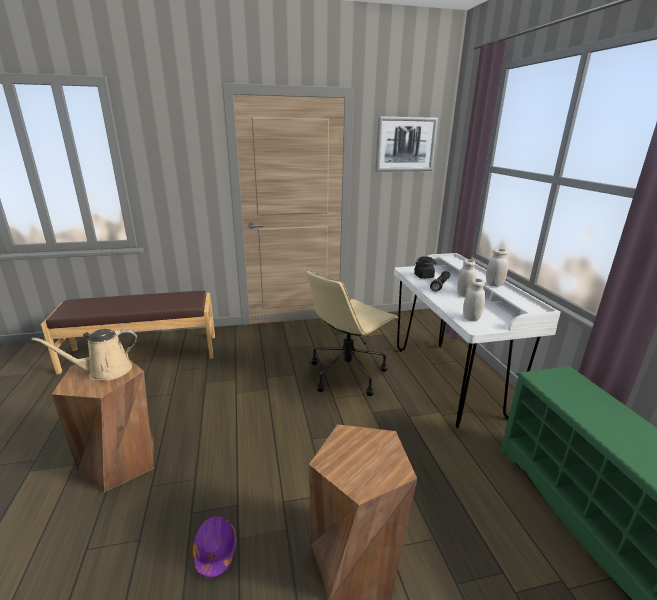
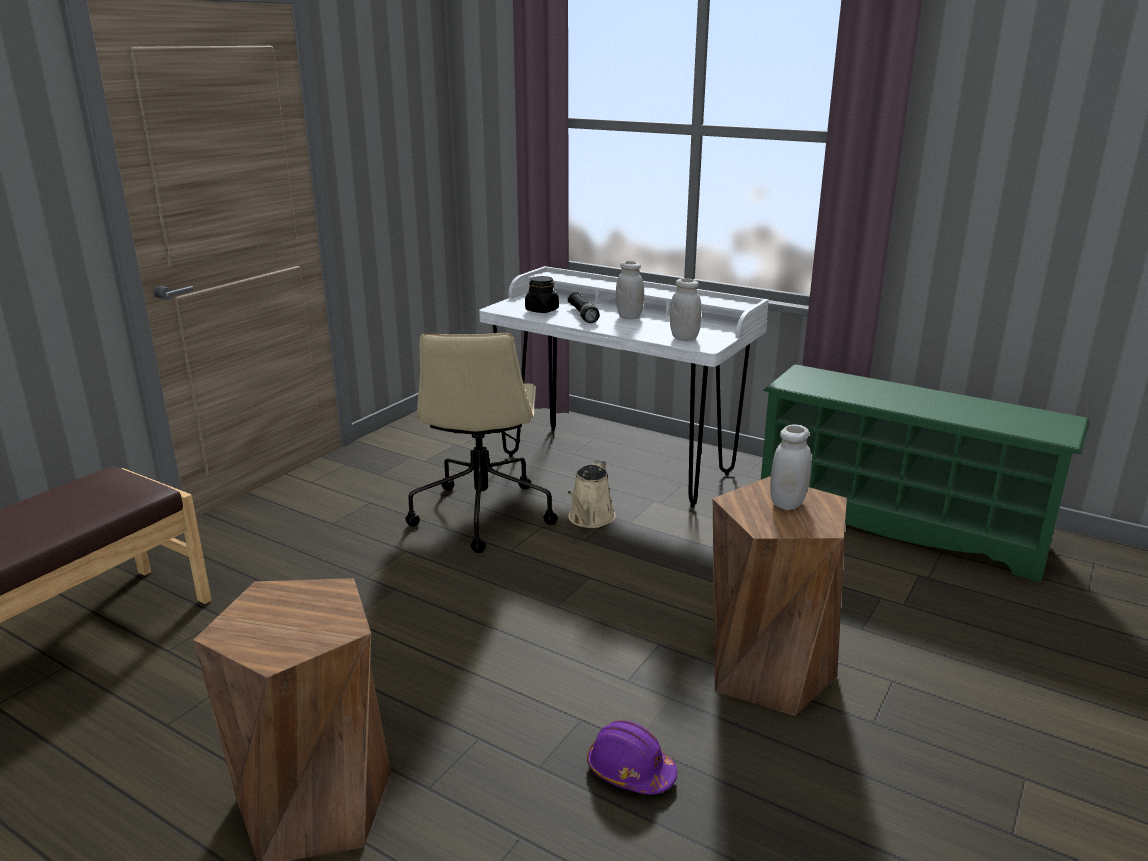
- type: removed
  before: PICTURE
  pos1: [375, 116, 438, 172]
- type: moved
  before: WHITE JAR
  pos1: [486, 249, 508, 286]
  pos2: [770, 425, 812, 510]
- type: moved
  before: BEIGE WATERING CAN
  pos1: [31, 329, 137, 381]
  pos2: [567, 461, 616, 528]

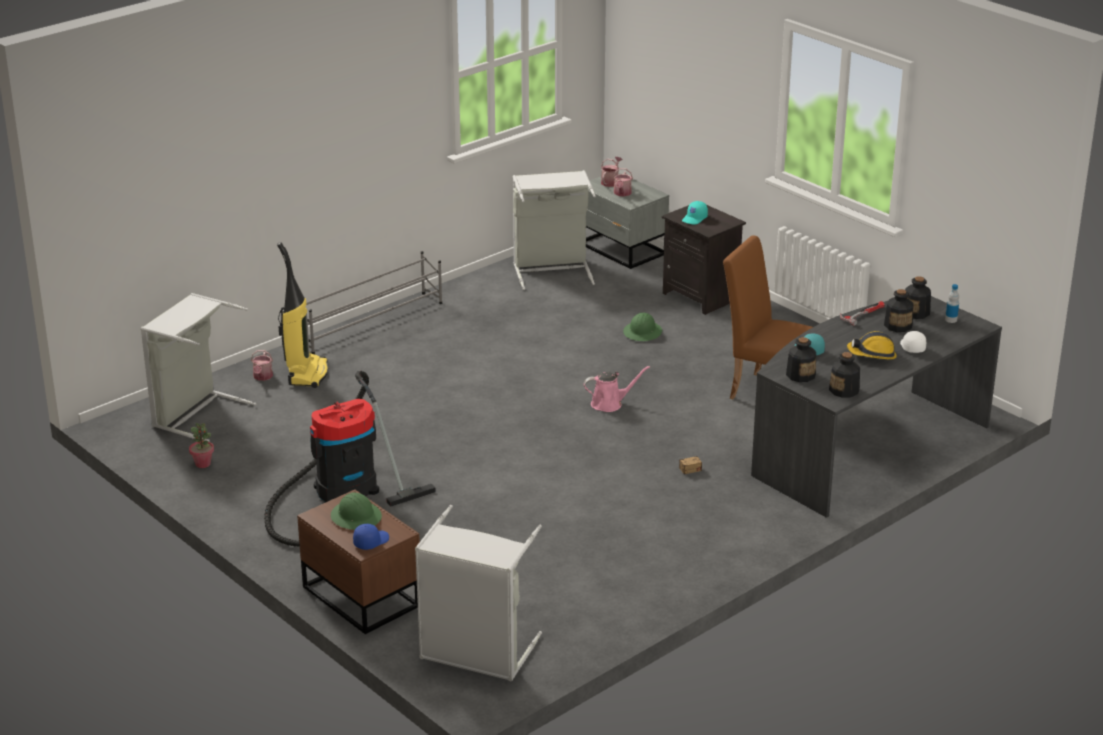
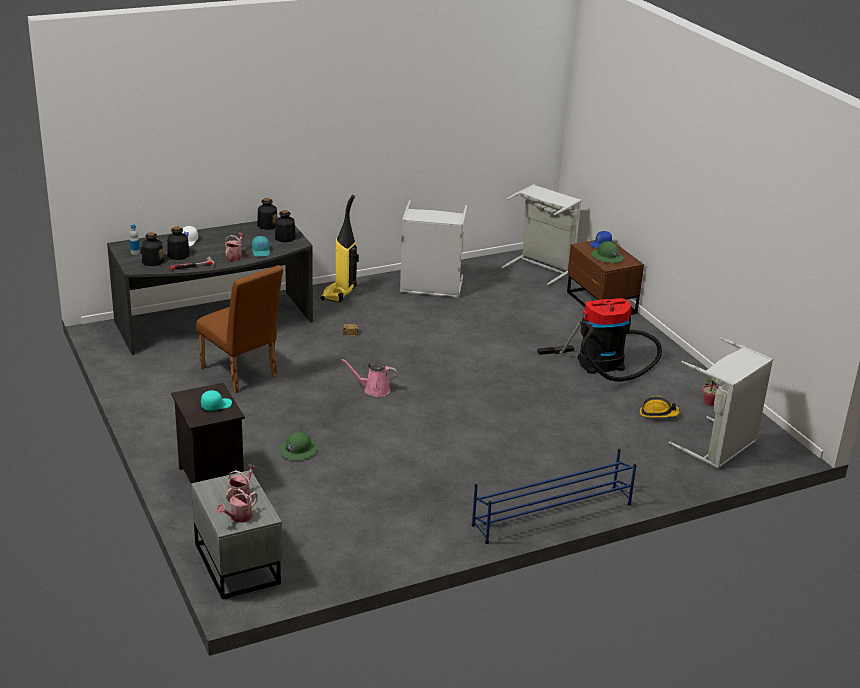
- type: moved
  before: GREY LAUNDRY BASKET
  pos1: [513, 170, 596, 290]
  pos2: [400, 200, 467, 298]
- type: moved
  before: VACUUM CLEANER
  pos1: [277, 242, 328, 388]
  pos2: [320, 195, 359, 303]
- type: recoloured
  before: GREY SHOE RACK
  after: BLUE SHOE RACK
  pos1: [306, 251, 442, 354]
  pos2: [472, 448, 637, 544]
- type: moved
  before: HARD HAT
  pos1: [847, 331, 897, 359]
  pos2: [640, 396, 680, 418]
- type: moved
  before: WATERING CAN
  pos1: [251, 350, 273, 381]
  pos2: [225, 233, 245, 261]

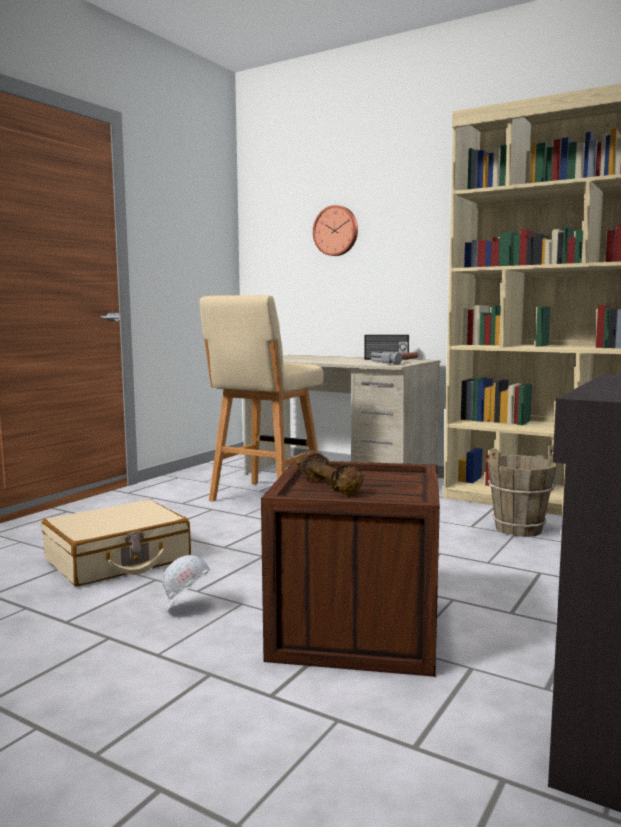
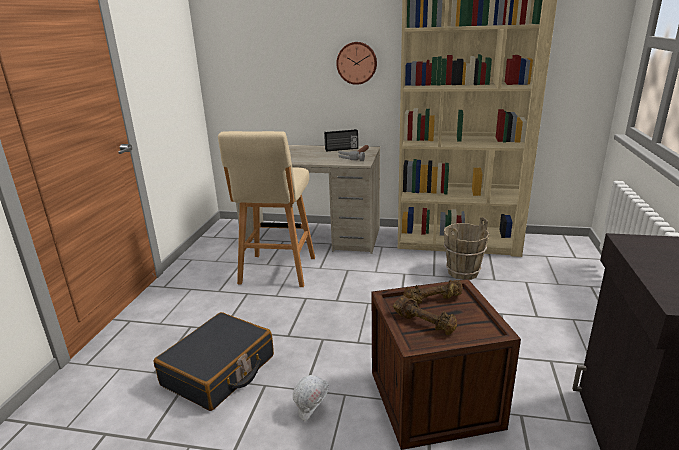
- type: moved
  before: WALL CLOCK
  pos1: [313, 205, 358, 256]
  pos2: [336, 42, 377, 85]
- type: recoloured
  before: BEIGE SUITCASE
  after: BLACK SUITCASE
  pos1: [42, 500, 191, 586]
  pos2: [154, 312, 274, 411]
- type: added
  after: BROWN DUMBBELL
  pos2: [403, 280, 463, 304]

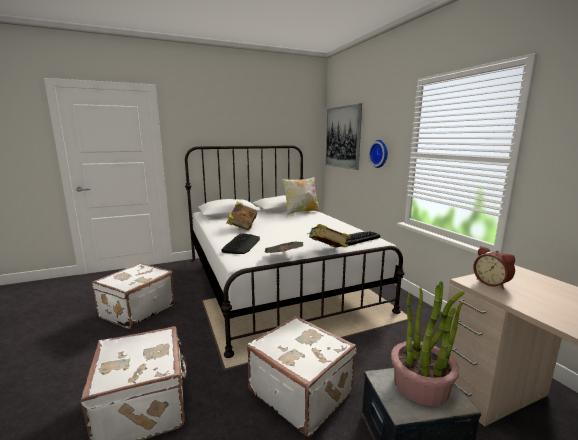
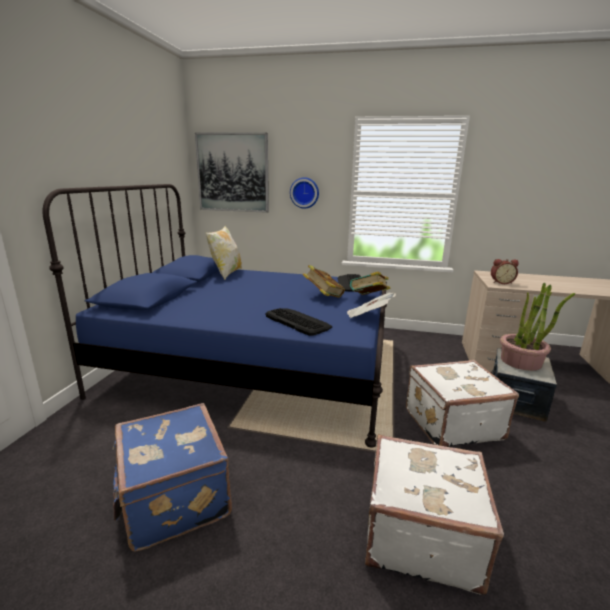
- type: recoloured
  before: WHITE BED
  after: BLUE BED
  pos1: [185, 146, 404, 358]
  pos2: [42, 184, 387, 448]
- type: moved
  before: BOOK
  pos1: [226, 202, 257, 230]
  pos2: [303, 265, 345, 298]
- type: recoloured
  before: WHITE SUITCASE
  after: BLUE SUITCASE
  pos1: [92, 263, 175, 329]
  pos2: [112, 403, 232, 551]

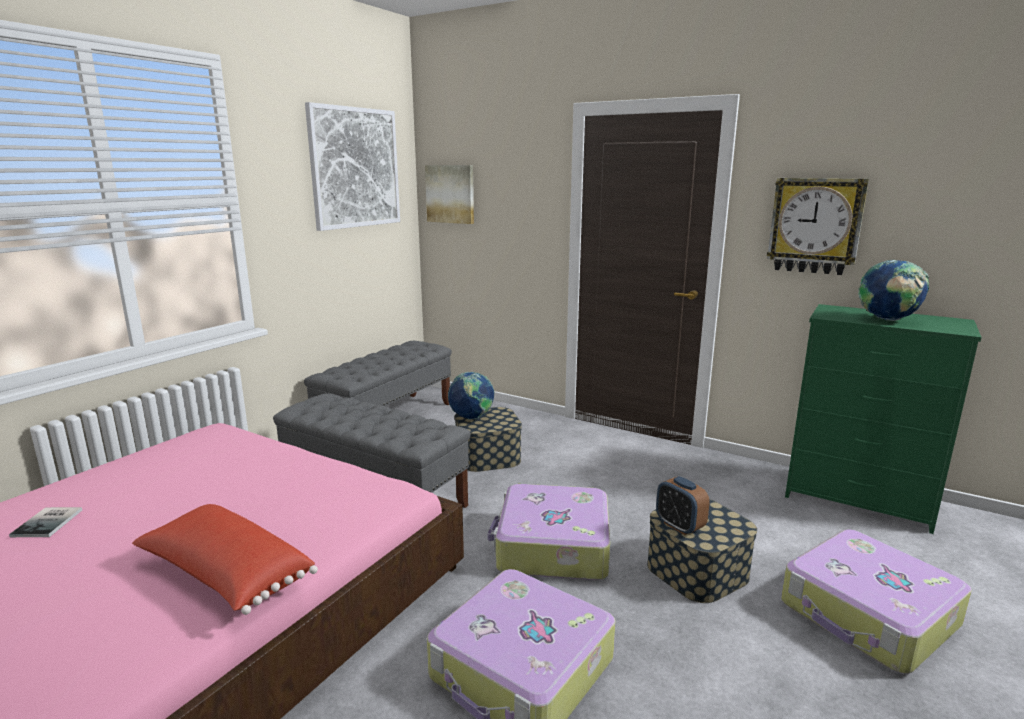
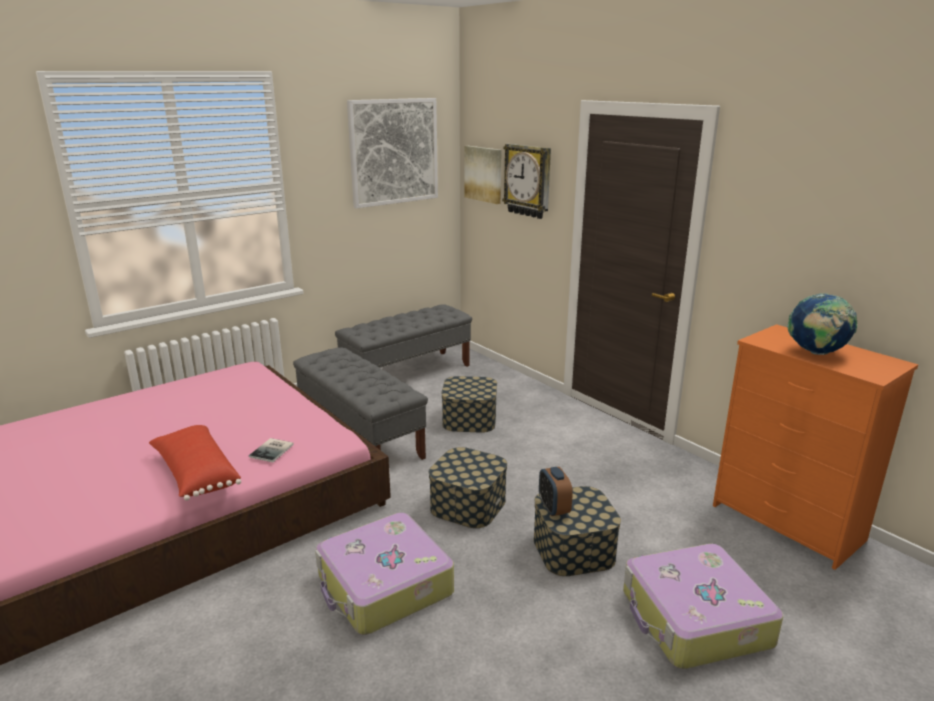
- type: moved
  before: WALL CLOCK
  pos1: [767, 178, 869, 275]
  pos2: [502, 144, 551, 219]
- type: recoloured
  before: GREEN DRESSER
  after: ORANGE DRESSER
  pos1: [785, 304, 982, 534]
  pos2: [713, 324, 918, 570]
- type: removed
  before: GLOBE
  pos1: [448, 372, 495, 420]
- type: replaced
  before: SUITCASE
  after: STORAGE BOX
  pos1: [488, 484, 610, 580]
  pos2: [429, 447, 507, 528]
- type: moved
  before: BOOK
  pos1: [9, 507, 82, 537]
  pos2: [249, 438, 294, 462]

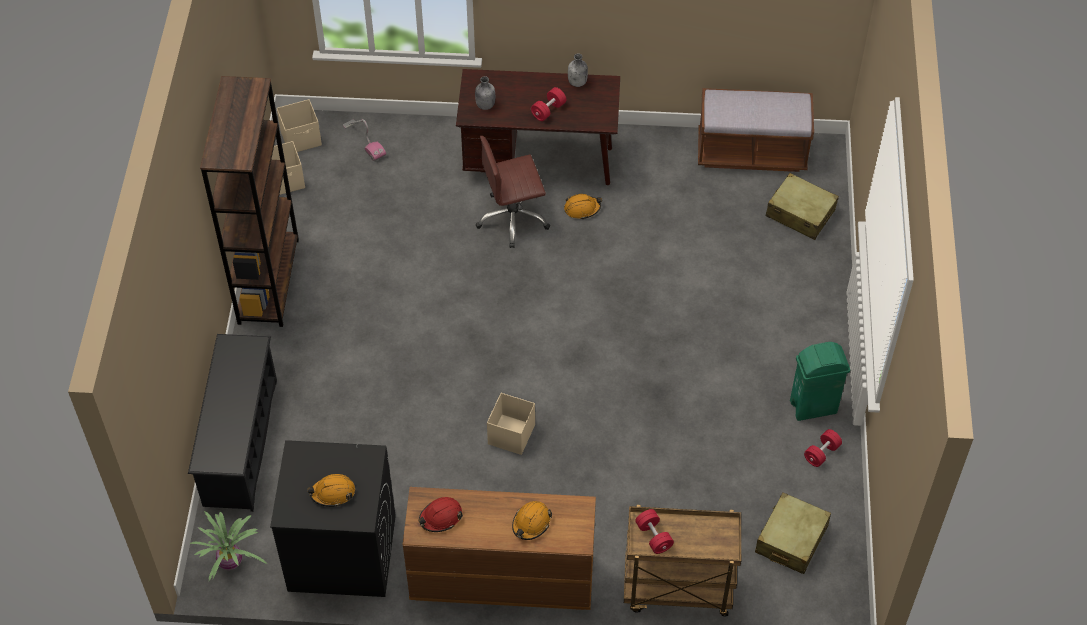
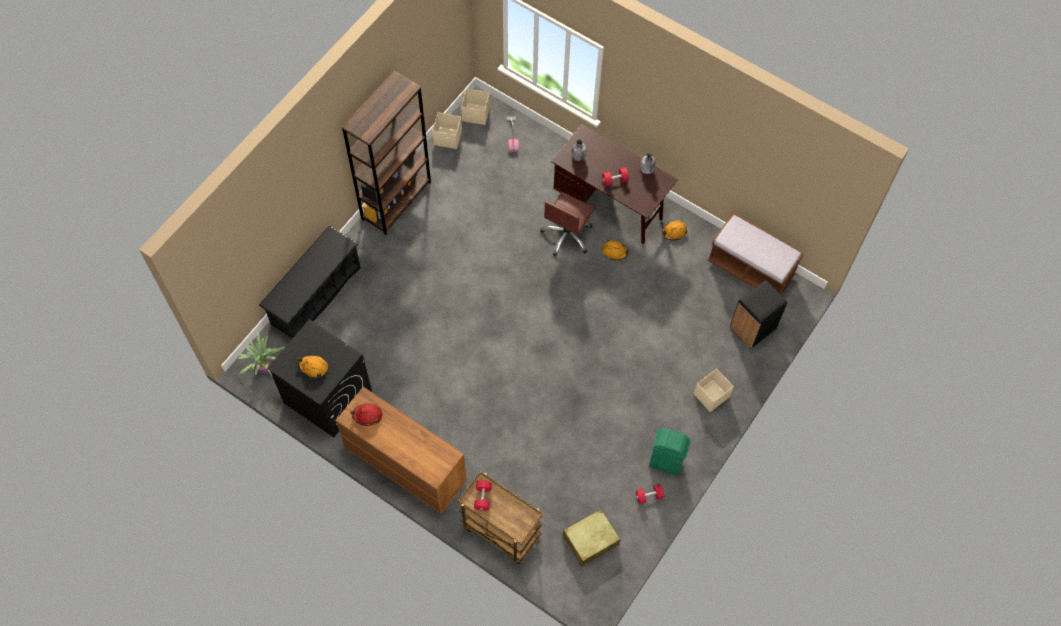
- type: turned
  before: BROWN OFFICE CHAIR
  pos1: [475, 136, 550, 248]
  pos2: [540, 192, 595, 257]
  turn: -75
- type: replaced
  before: BEIGE SUITCASE
  after: BLACK TRASH CAN
  pos1: [766, 173, 839, 240]
  pos2: [730, 280, 787, 348]
- type: moved
  before: BEIGE STORAGE BOX
  pos1: [487, 393, 535, 455]
  pos2: [694, 369, 734, 412]
- type: moved
  before: ORANGE HARD HAT
  pos1: [512, 501, 552, 540]
  pos2: [662, 221, 687, 240]

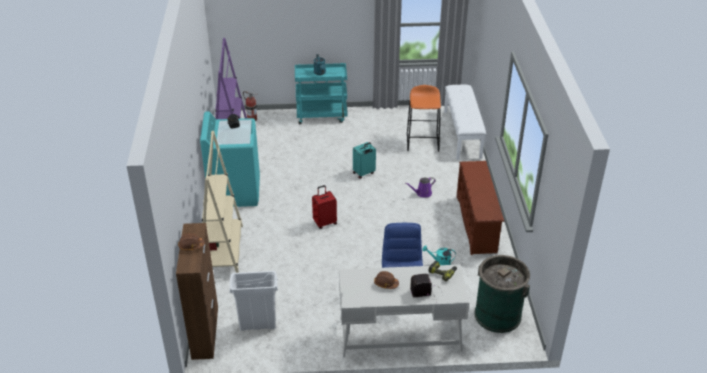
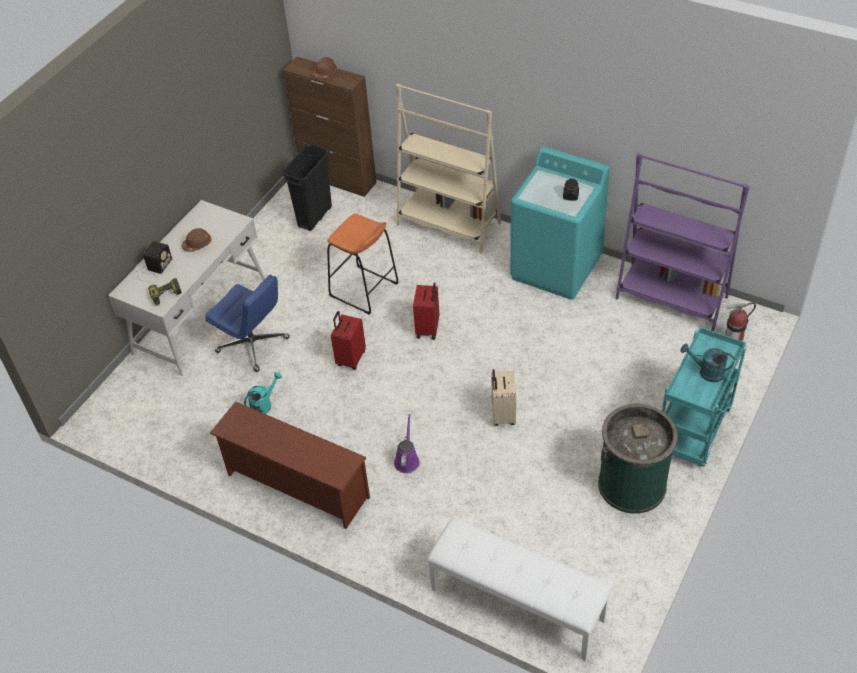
- type: moved
  before: ORANGE STOOL
  pos1: [407, 85, 441, 152]
  pos2: [327, 214, 399, 315]
- type: recoloured
  before: TURQUOISE SUITCASE
  after: BEIGE SUITCASE
  pos1: [353, 142, 376, 179]
  pos2: [491, 369, 516, 426]
- type: moved
  before: GREEN TRASH CAN
  pos1: [474, 255, 530, 333]
  pos2: [598, 404, 678, 514]
- type: recoloured
  before: WHITE TRASH CAN
  after: BLACK TRASH CAN
  pos1: [230, 271, 278, 331]
  pos2: [282, 143, 332, 231]
- type: added
  after: RED SUITCASE
  pos2: [331, 311, 366, 370]

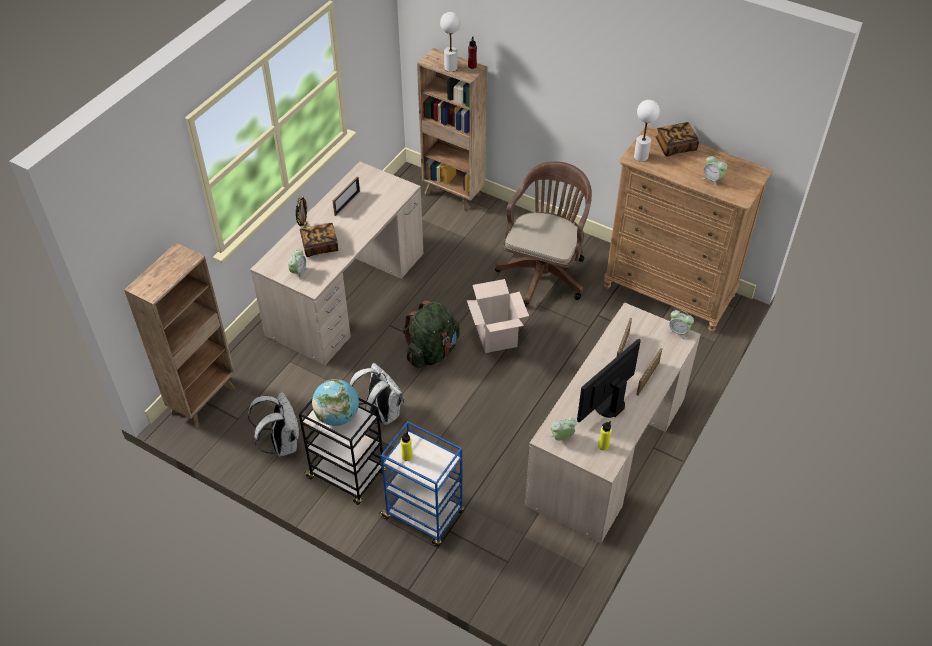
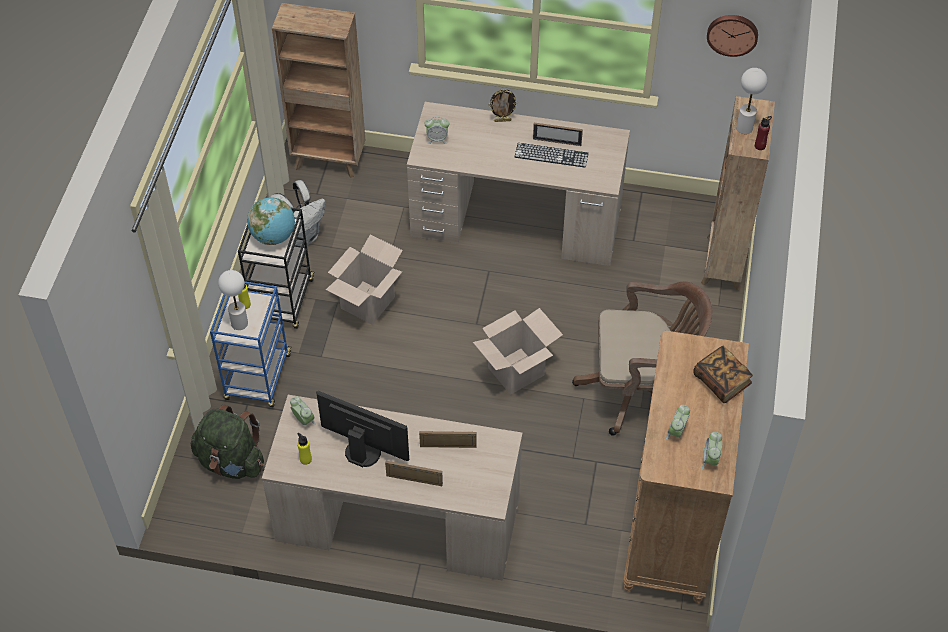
- type: moved
  before: WHITE TABLE LAMP
  pos1: [634, 100, 660, 162]
  pos2: [218, 270, 248, 330]
- type: removed
  before: BOOK
  pos1: [300, 223, 338, 257]
- type: moved
  before: GREEN BACKPACK
  pos1: [403, 301, 460, 368]
  pos2: [191, 404, 264, 479]
- type: moved
  before: ALARM CLOCK
  pos1: [668, 310, 694, 339]
  pos2: [702, 432, 722, 470]
- type: replaced
  before: WHITE BACKPACK
  after: CARDBOARD BOX
  pos1: [350, 363, 405, 425]
  pos2: [326, 234, 403, 325]
- type: added
  after: WALL CLOCK
  pos2: [707, 15, 758, 57]
- type: added
  after: KEYBOARD
  pos2: [514, 143, 589, 168]

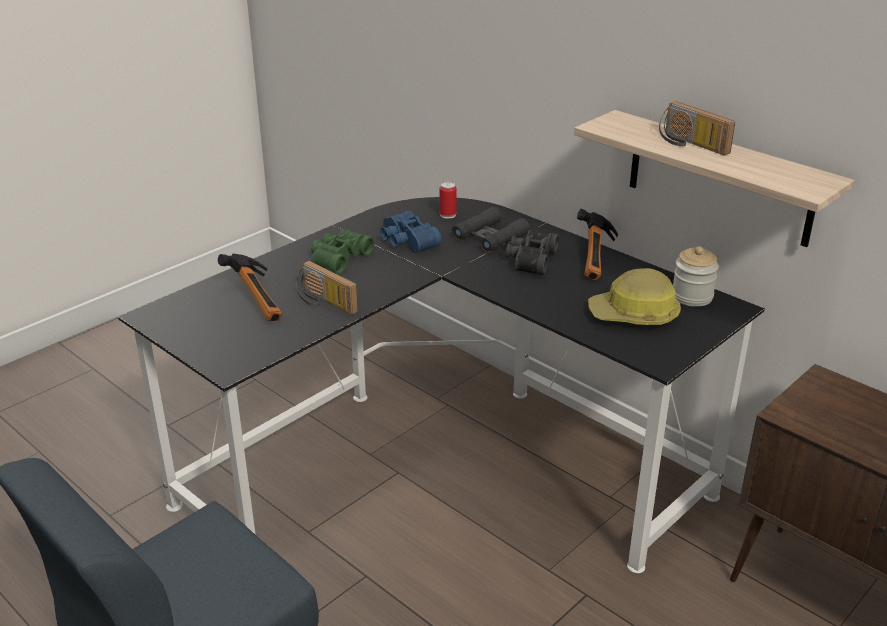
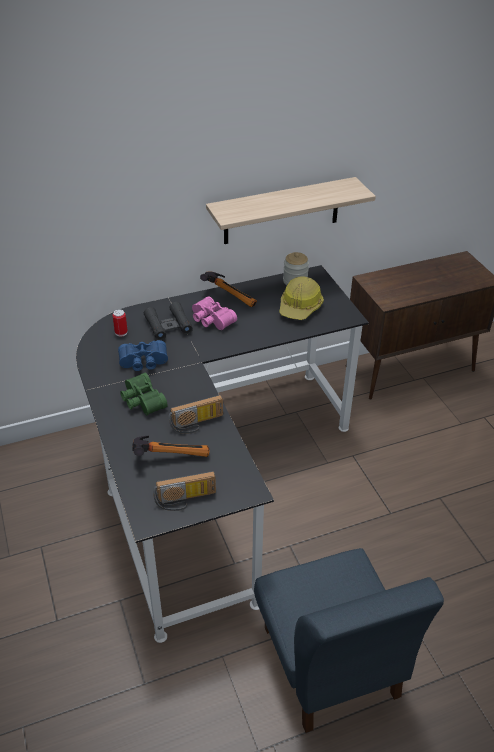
- type: moved
  before: RADIO
  pos1: [659, 101, 735, 156]
  pos2: [153, 471, 216, 511]
- type: recoloured
  before: BLACK BINOCULARS
  after: PINK BINOCULARS
  pos1: [506, 230, 559, 275]
  pos2: [192, 296, 237, 330]

